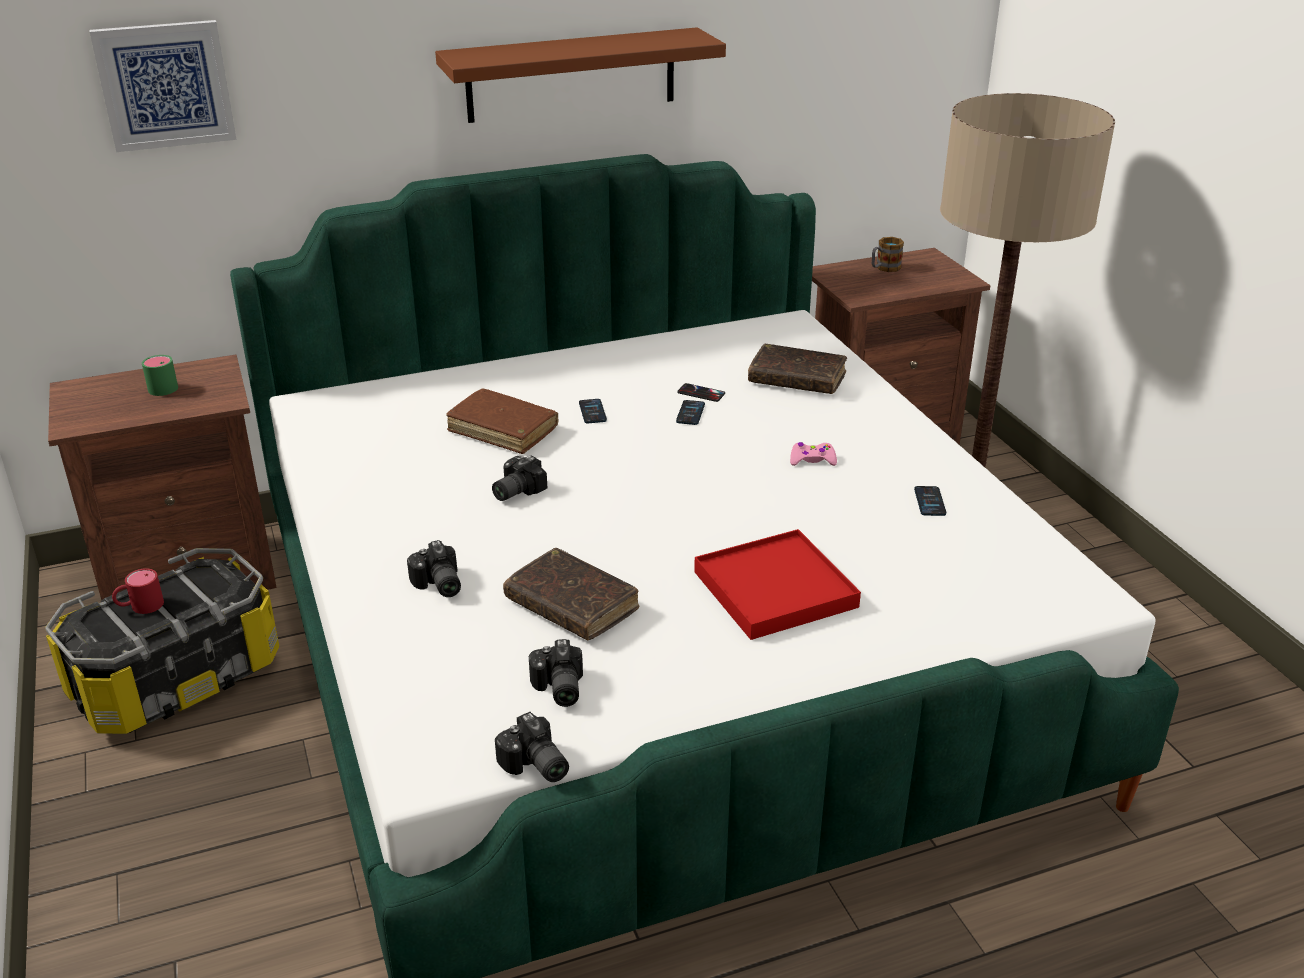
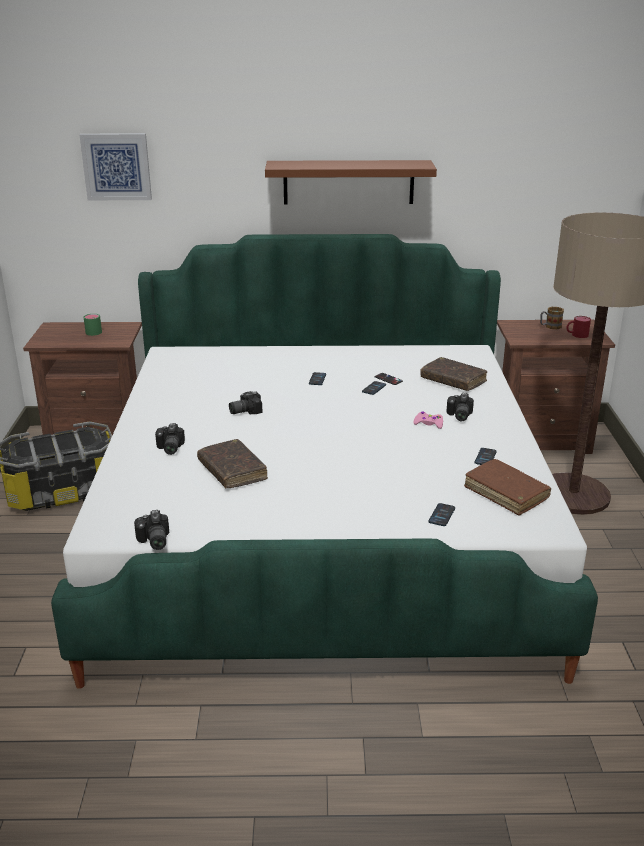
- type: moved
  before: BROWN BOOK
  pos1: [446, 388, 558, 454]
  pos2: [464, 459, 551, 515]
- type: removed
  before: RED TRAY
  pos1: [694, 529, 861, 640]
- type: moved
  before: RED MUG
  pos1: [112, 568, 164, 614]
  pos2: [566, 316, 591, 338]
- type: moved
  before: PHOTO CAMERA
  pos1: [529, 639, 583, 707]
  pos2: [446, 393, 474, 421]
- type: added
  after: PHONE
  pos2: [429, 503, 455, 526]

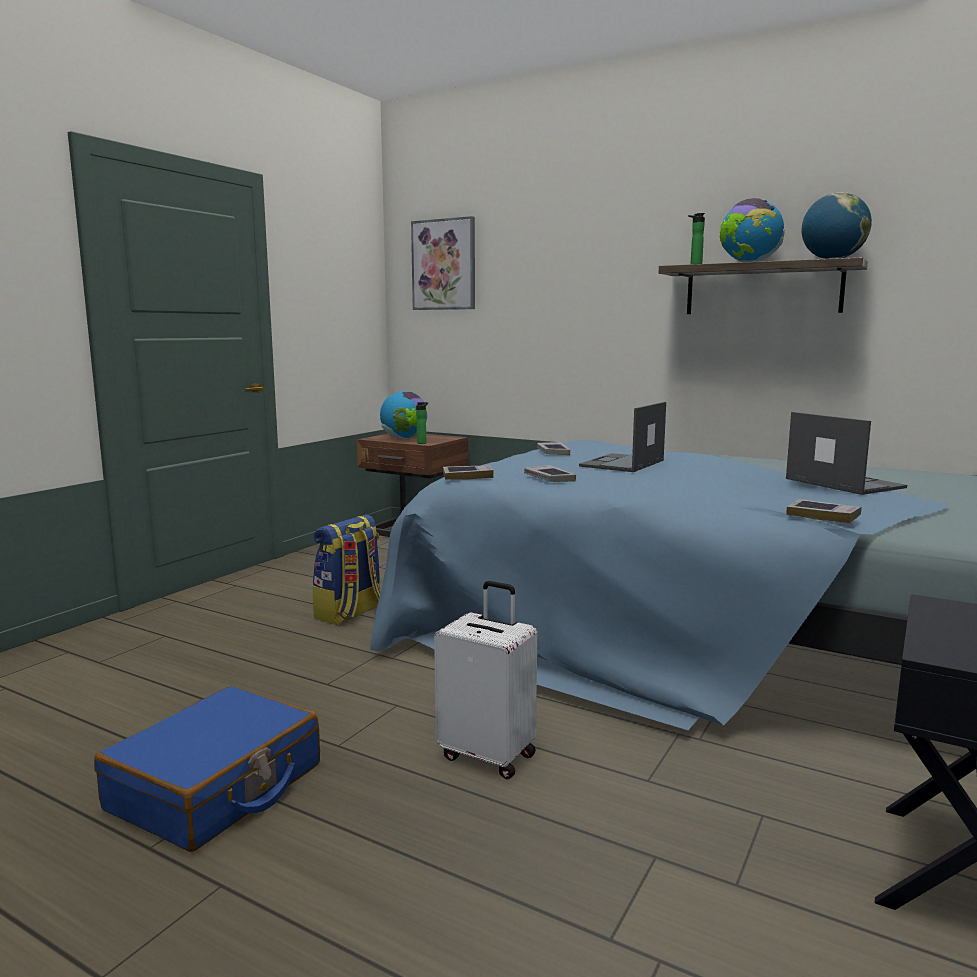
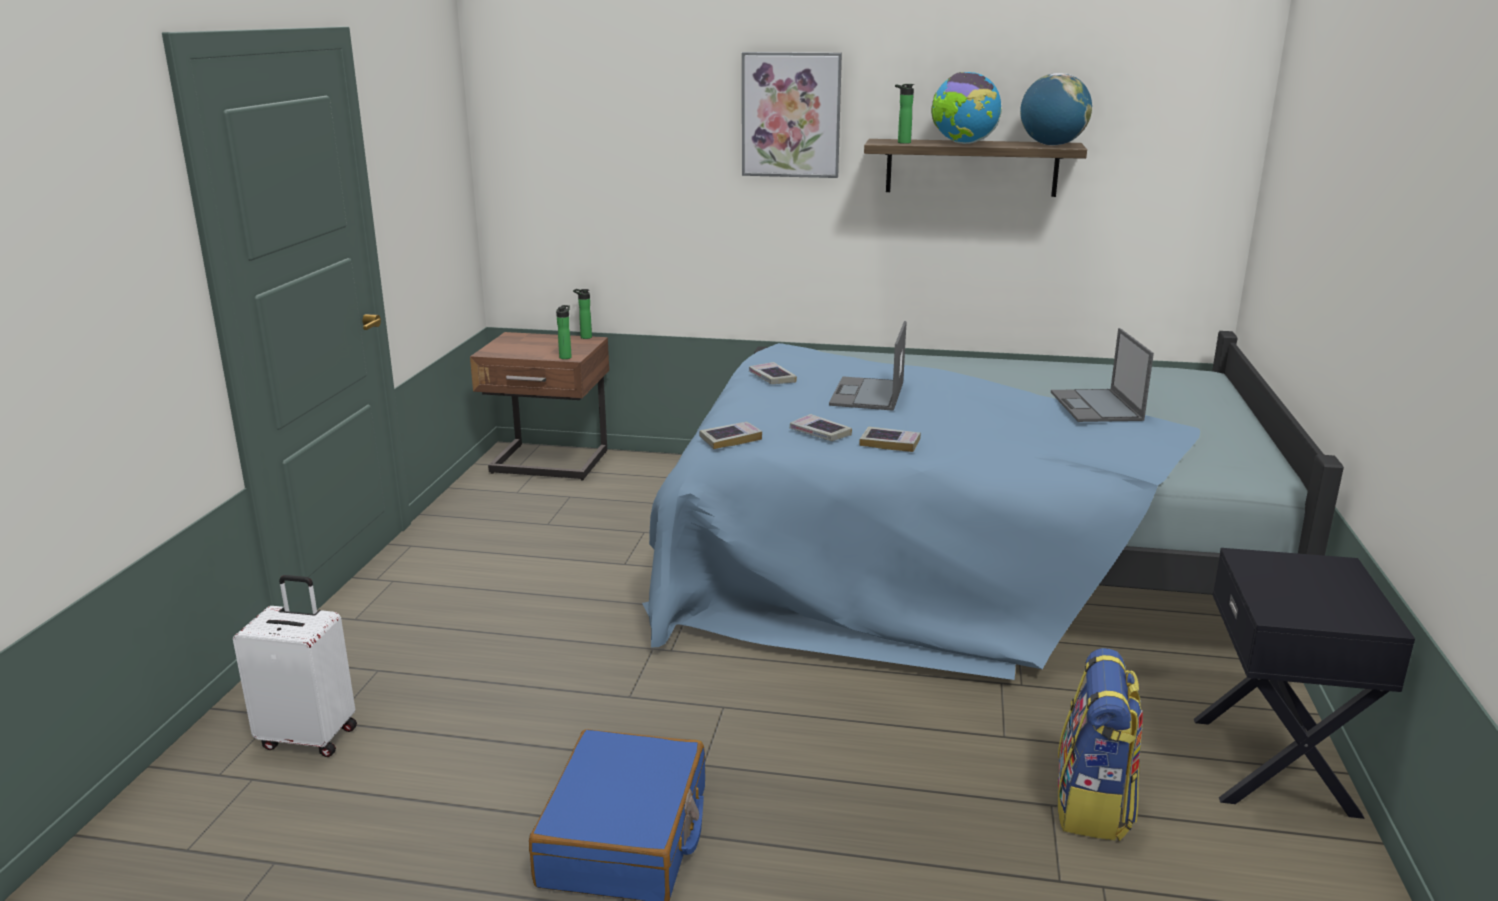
- type: moved
  before: PICTURE
  pos1: [411, 216, 475, 310]
  pos2: [742, 52, 842, 178]
- type: removed
  before: GLOBE
  pos1: [380, 391, 427, 439]
- type: turned
  before: LAPTOP
  pos1: [786, 412, 907, 495]
  pos2: [1051, 328, 1154, 422]
  turn: -135
- type: moved
  before: BOOK
  pos1: [786, 499, 862, 524]
  pos2: [860, 426, 921, 452]
- type: moved
  before: BACKPACK
  pos1: [313, 515, 381, 625]
  pos2: [1058, 648, 1143, 841]
- type: moved
  before: WHITE SUITCASE
  pos1: [434, 581, 537, 779]
  pos2: [233, 575, 357, 757]
- type: added
  after: BOTTLE
  pos2: [573, 289, 592, 339]

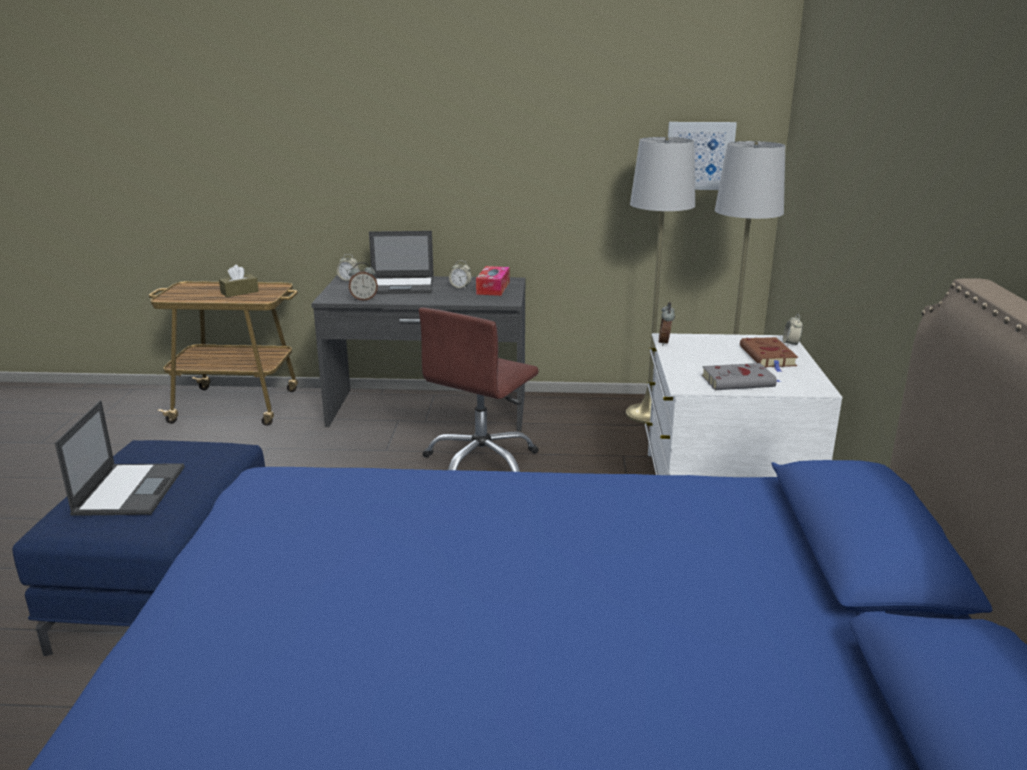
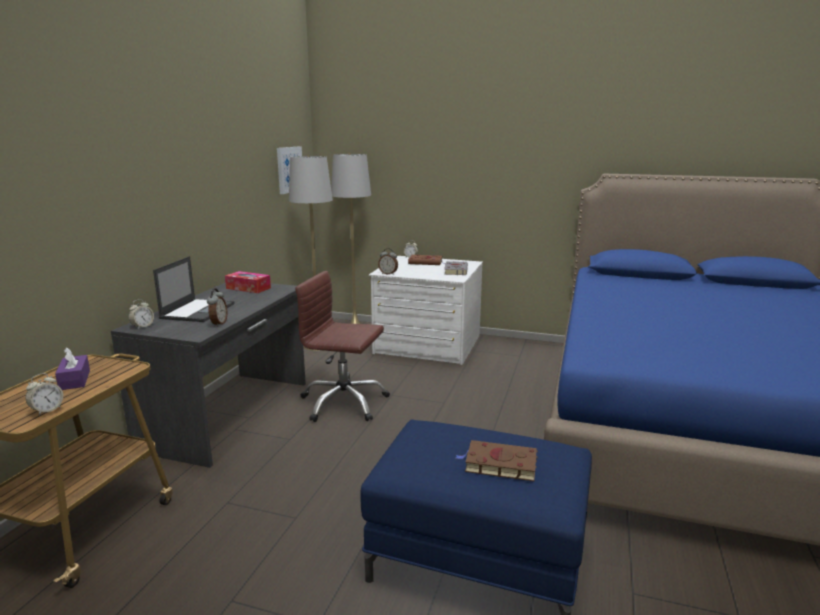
- type: moved
  before: ALARM CLOCK
  pos1: [449, 261, 472, 289]
  pos2: [26, 373, 63, 415]
- type: recoloured
  before: BROWN TISSUE BOX
  after: PURPLE TISSUE BOX
  pos1: [219, 265, 259, 297]
  pos2: [55, 347, 90, 390]
- type: turned
  before: BROWN OFFICE CHAIR
  pos1: [419, 307, 539, 472]
  pos2: [295, 271, 390, 422]
  turn: 150
- type: replaced
  before: LAPTOP
  after: BROWN BOOK
  pos1: [55, 400, 184, 516]
  pos2: [456, 440, 538, 481]

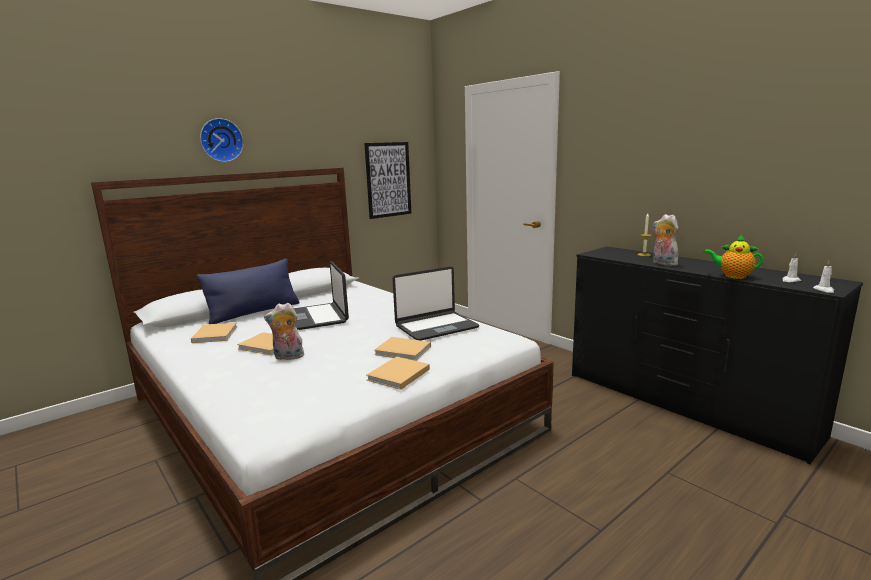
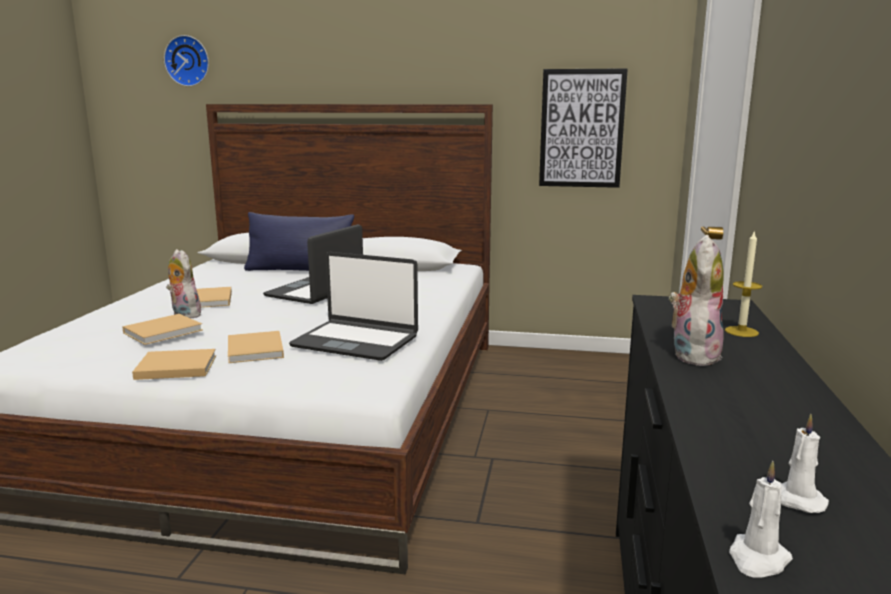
- type: moved
  before: WALL CLOCK
  pos1: [200, 118, 244, 162]
  pos2: [164, 35, 209, 86]
- type: removed
  before: TEAPOT
  pos1: [704, 235, 763, 279]
- type: moved
  before: BEIGE BOOK
  pos1: [191, 322, 237, 343]
  pos2: [122, 314, 203, 345]

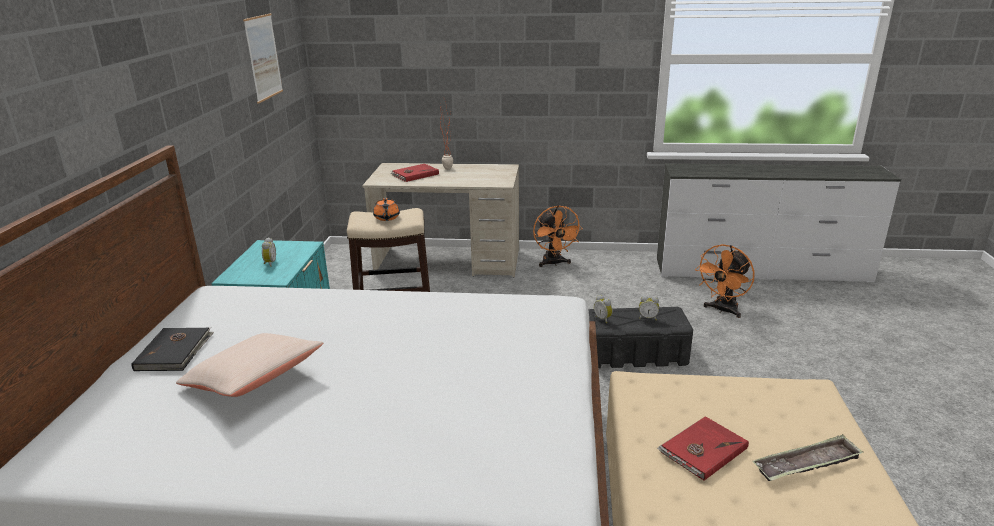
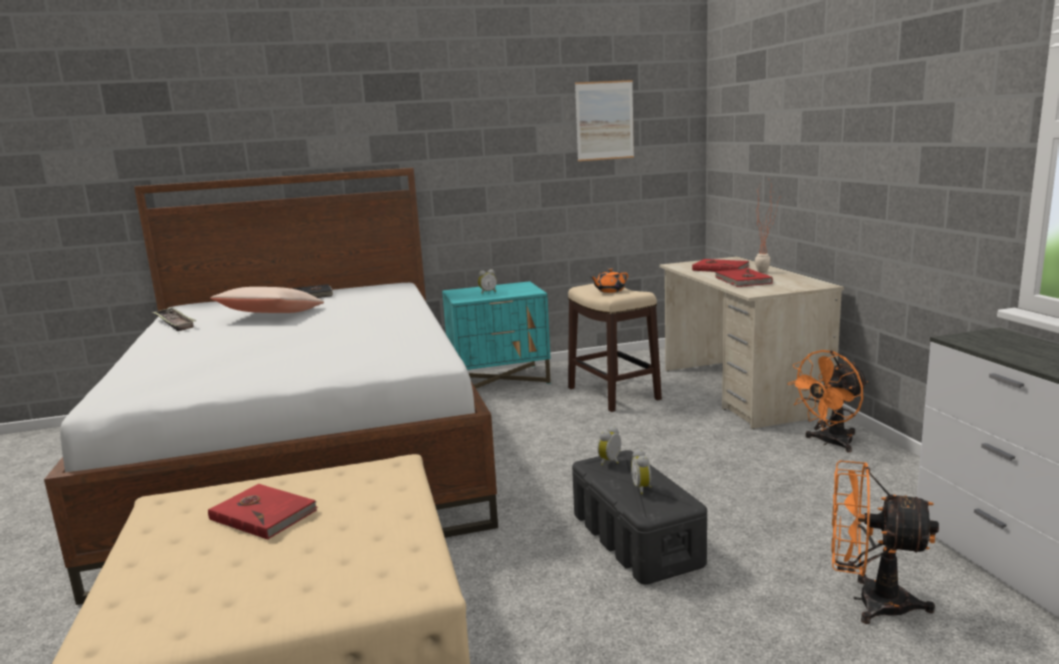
- type: moved
  before: TRAY
  pos1: [753, 434, 864, 481]
  pos2: [152, 308, 196, 331]
- type: added
  after: RED BOOK
  pos2: [715, 268, 773, 287]

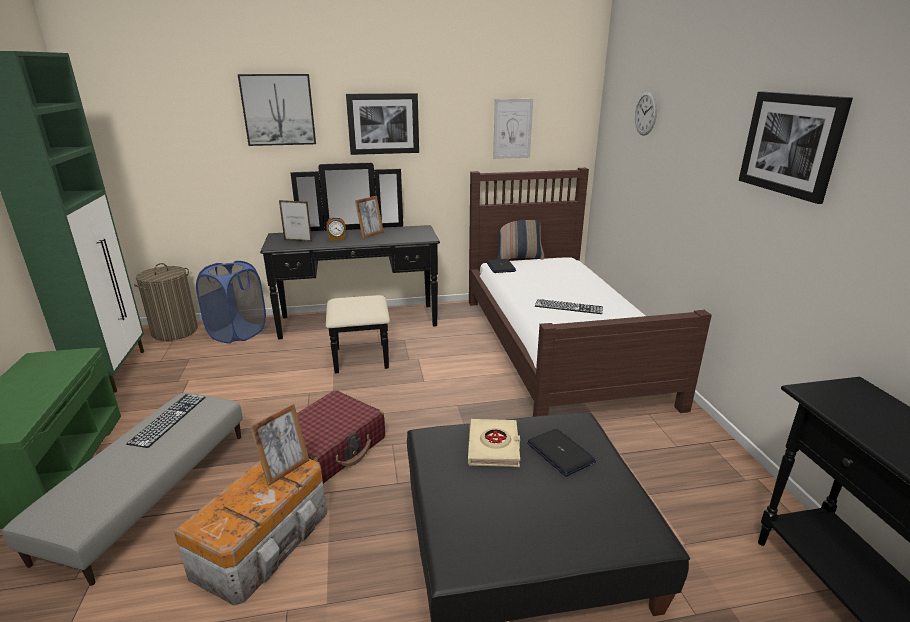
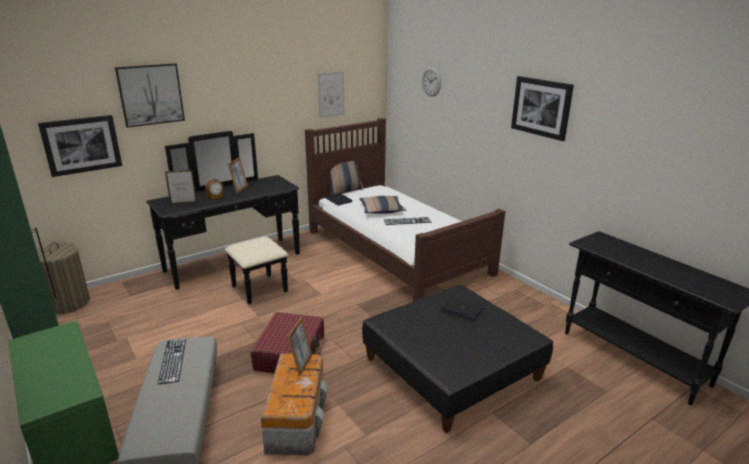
- type: moved
  before: PICTURE
  pos1: [346, 93, 419, 155]
  pos2: [38, 115, 122, 177]
- type: removed
  before: BLUE LAUNDRY BASKET
  pos1: [196, 261, 266, 344]
- type: removed
  before: BEIGE BOOK
  pos1: [468, 419, 520, 467]
- type: added
  after: PILLOW
  pos2: [359, 196, 406, 214]

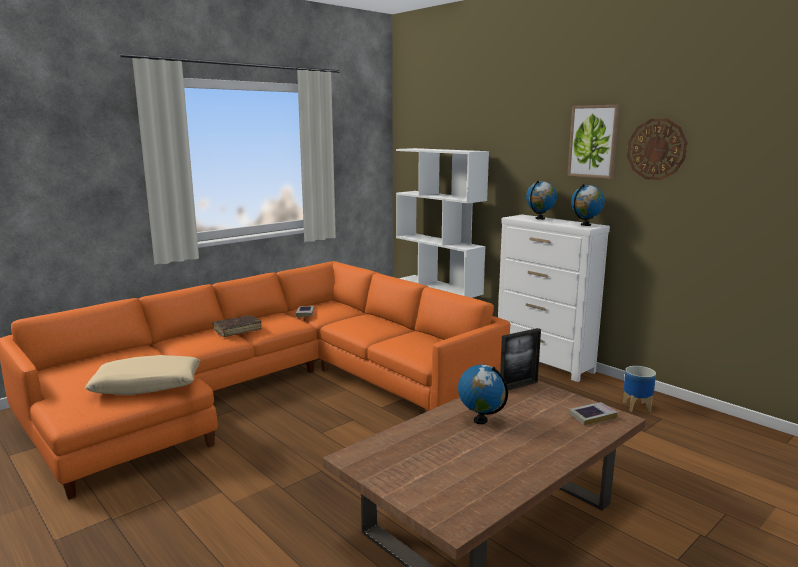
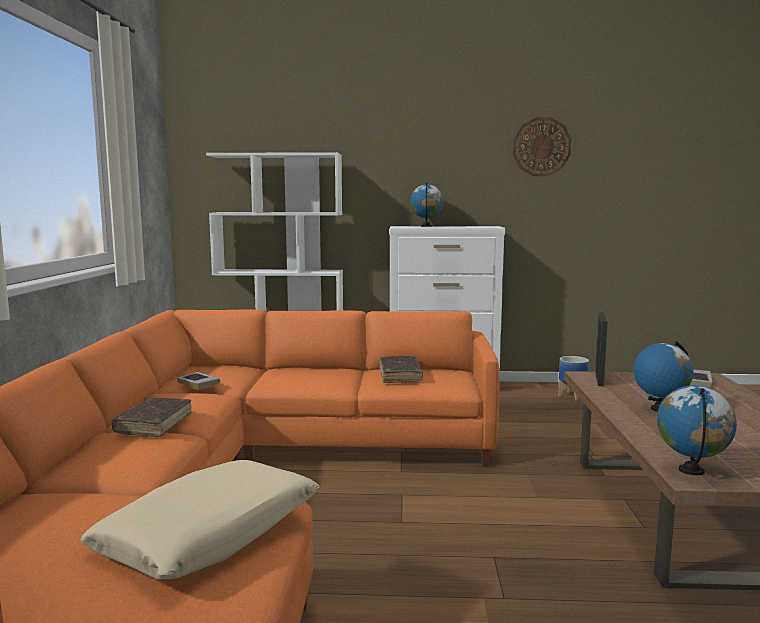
- type: removed
  before: PICTURE
  pos1: [567, 105, 620, 179]
- type: moved
  before: GLOBE
  pos1: [571, 184, 605, 226]
  pos2: [657, 385, 737, 475]
- type: added
  after: BROWN BOOK
  pos2: [379, 356, 423, 383]

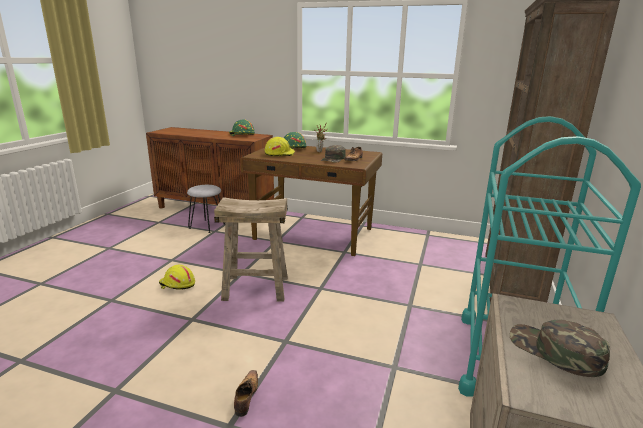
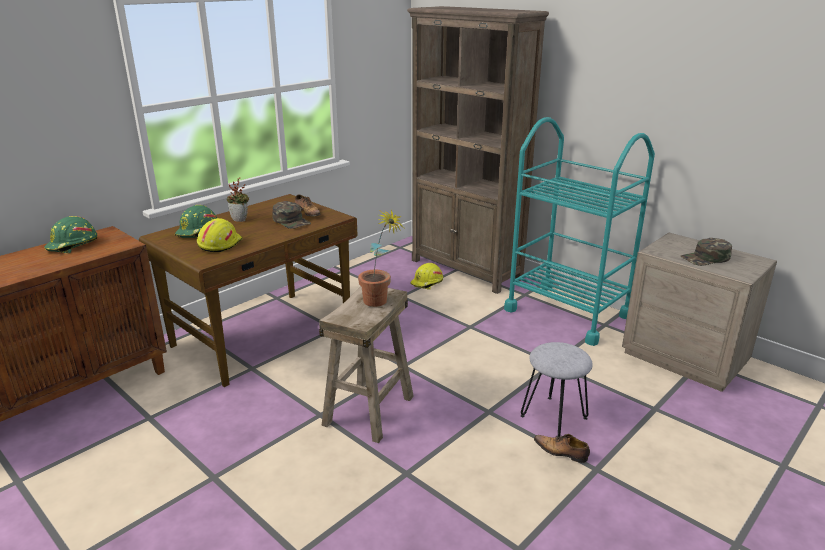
- type: moved
  before: GREY STOOL
  pos1: [187, 185, 225, 233]
  pos2: [521, 342, 593, 438]
- type: moved
  before: YELLOW HARD HAT
  pos1: [159, 265, 195, 290]
  pos2: [410, 263, 443, 290]
- type: added
  after: POTTED PLANT
  pos2: [358, 210, 404, 307]

